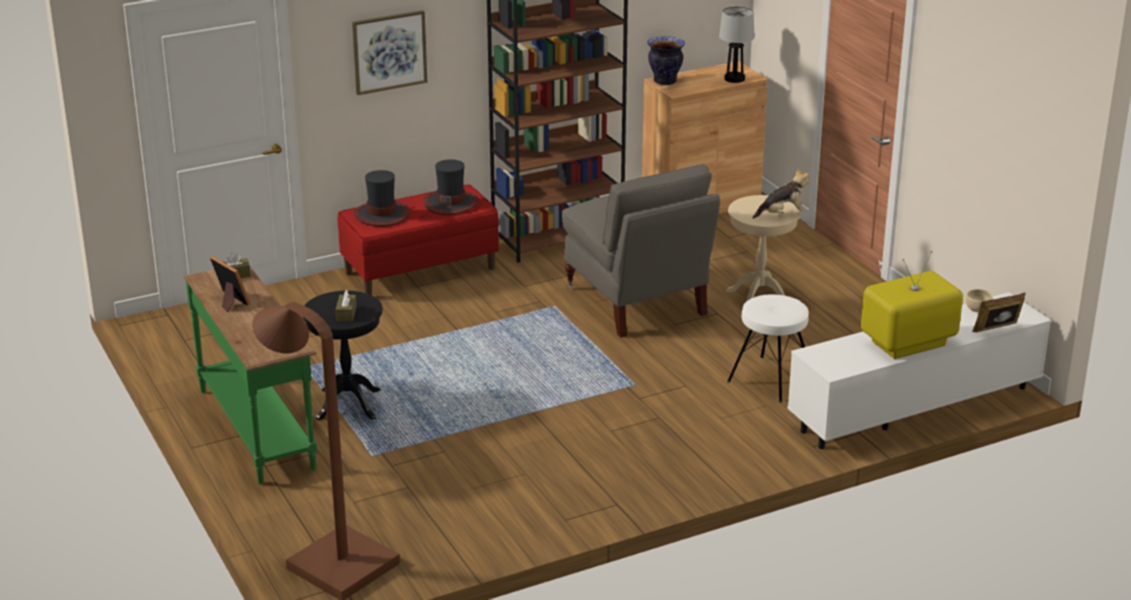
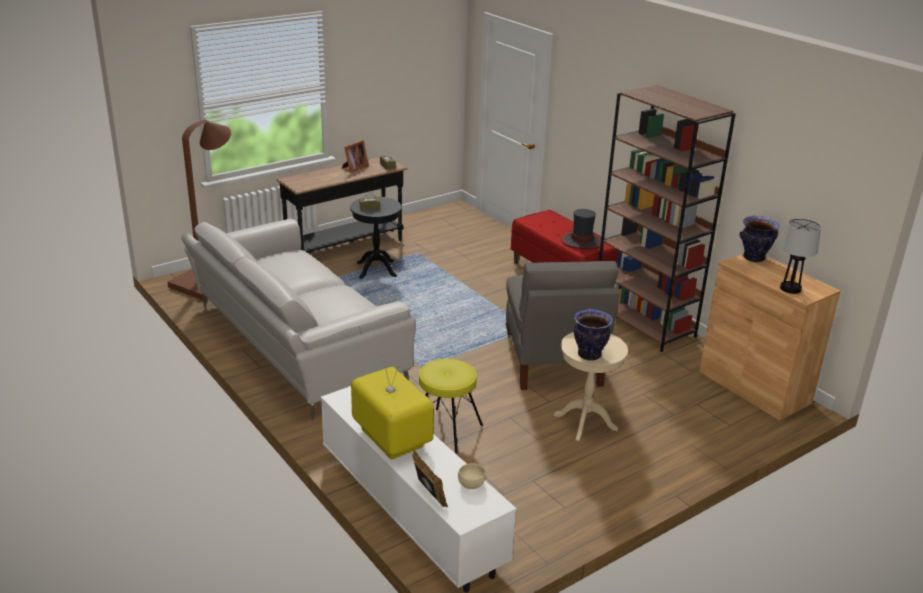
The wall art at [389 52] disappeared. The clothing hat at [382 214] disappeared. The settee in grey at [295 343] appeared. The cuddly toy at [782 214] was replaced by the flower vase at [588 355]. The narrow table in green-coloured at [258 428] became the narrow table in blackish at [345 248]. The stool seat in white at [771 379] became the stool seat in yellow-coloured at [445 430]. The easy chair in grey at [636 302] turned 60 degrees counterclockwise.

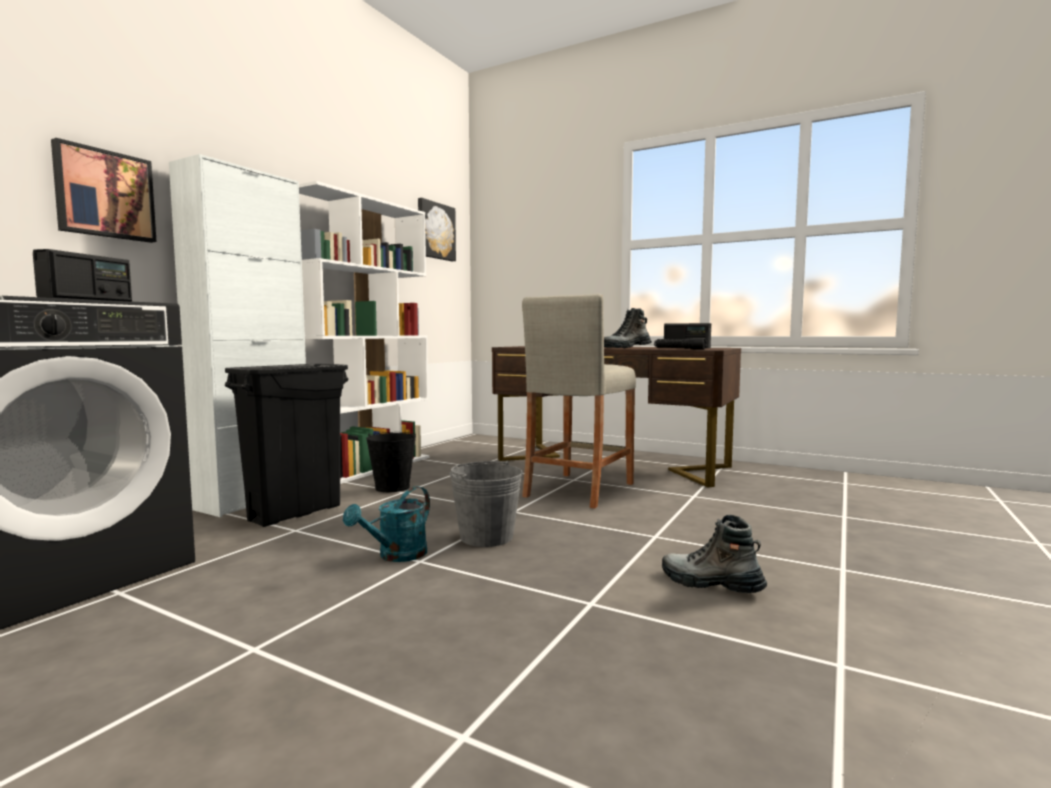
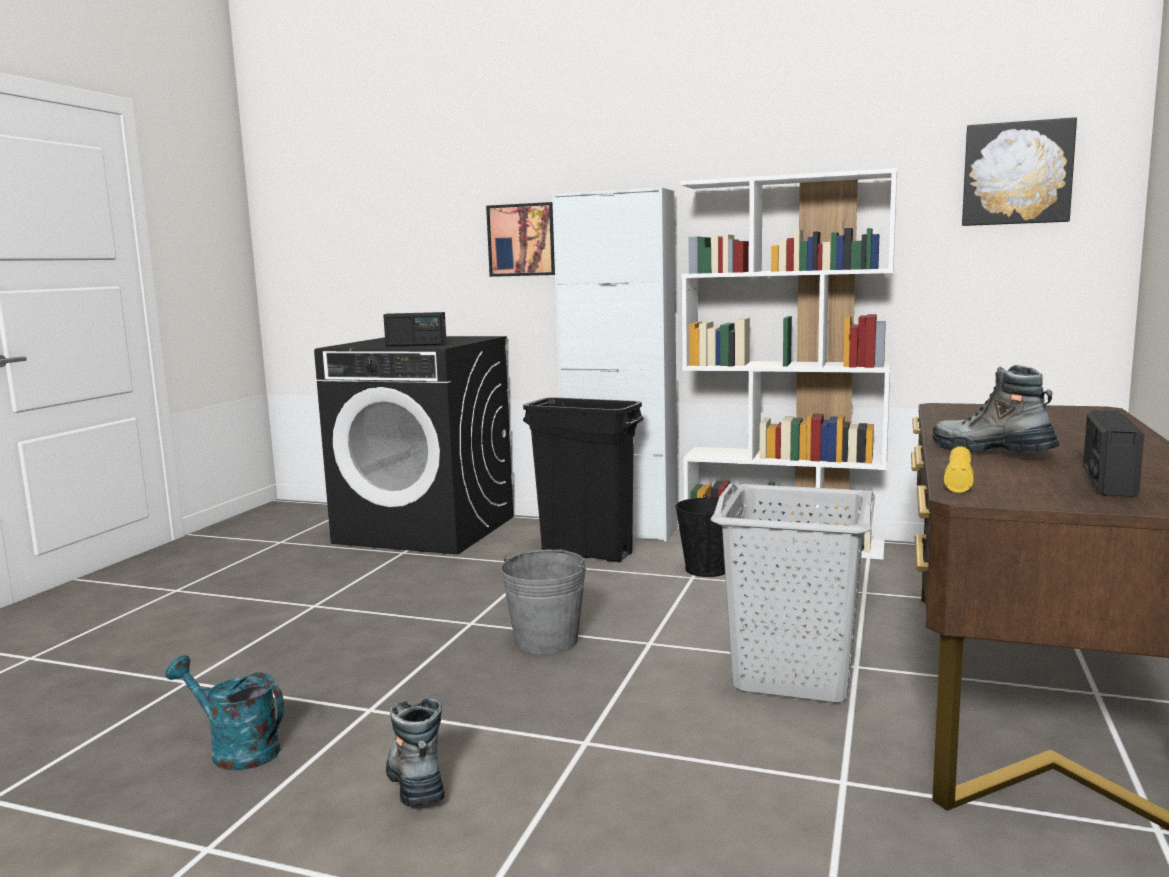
The watering pot in blue-green moved from [396 556] to [235 750]. The stool seat in beige-coloured at [579 490] was replaced by the washing basket in grey at [792 675]. The flashlight in blackish at [679 349] became the flashlight in yellow-coloured at [958 479]. The high-top boot at [710 584] turned 45 degrees counterclockwise.

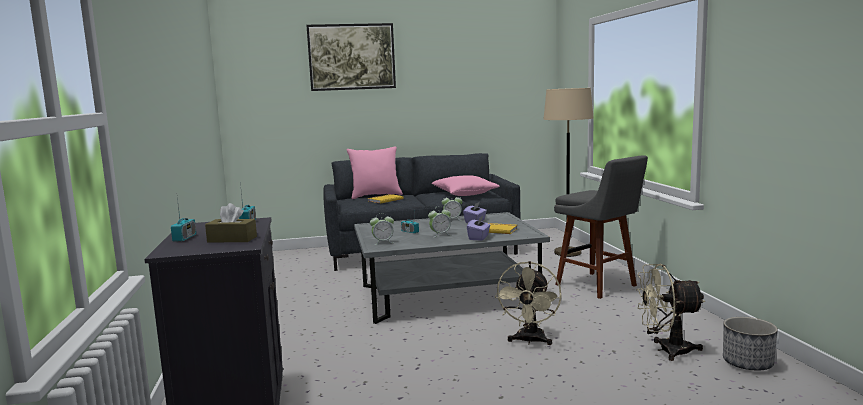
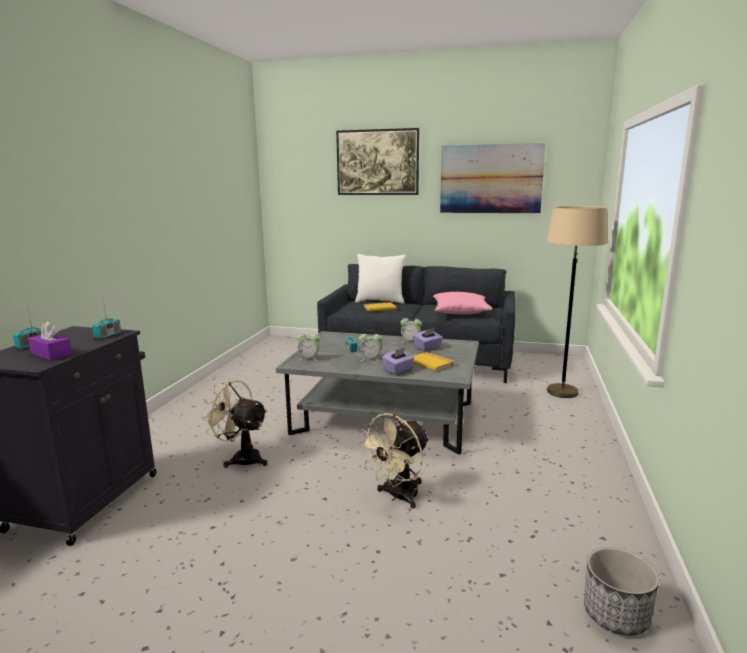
The stool seat in grey at [599 286] disappeared. The wall art at [490 179] appeared. The fan in beige-coloured moved from [666 350] to [241 458]. The box of tissues in brown-coloured at [232 239] became the box of tissues in purple at [51 354]. The cushion in pink at [375 196] became the cushion in white at [380 301].

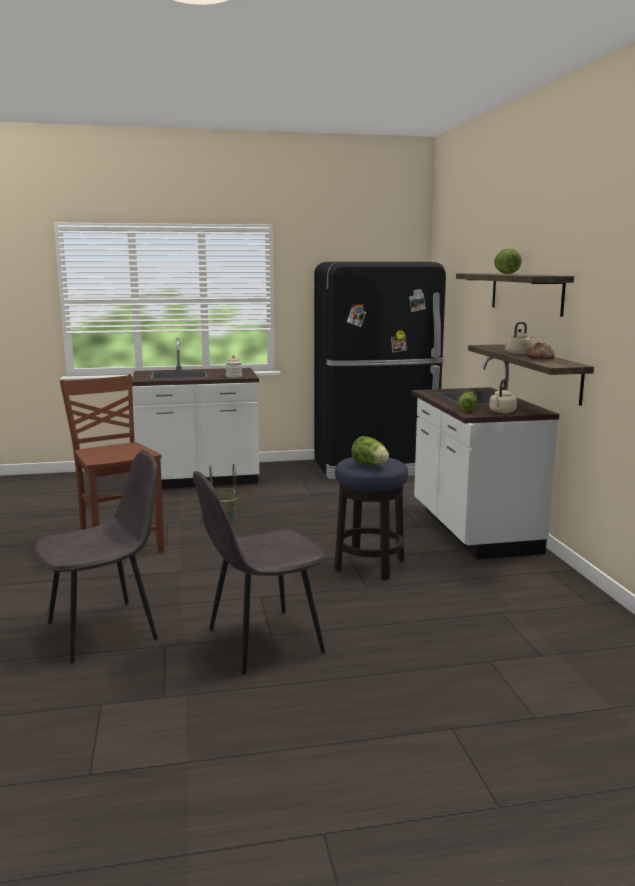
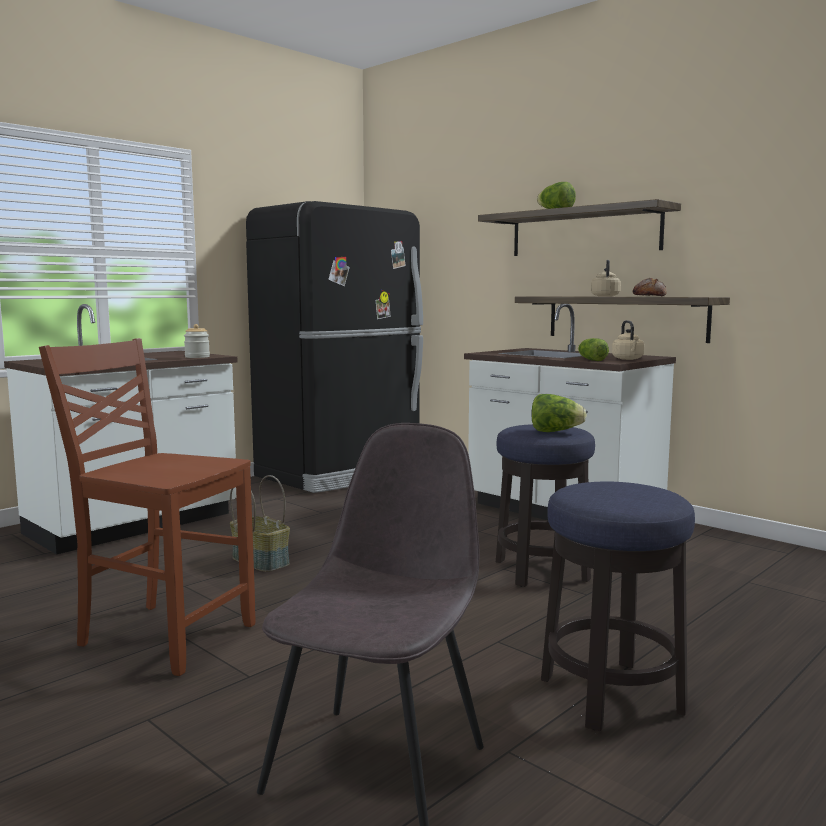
The plain chair in grey at [261 641] was replaced by the stool seat at [611 695].

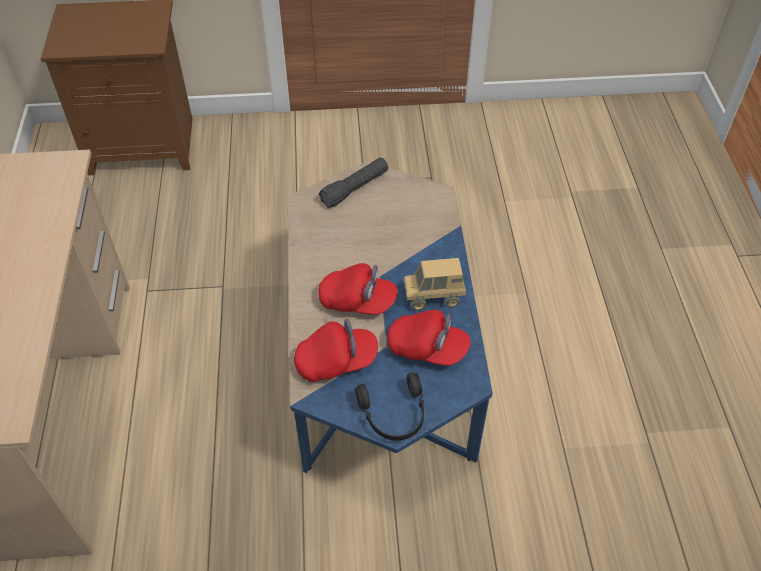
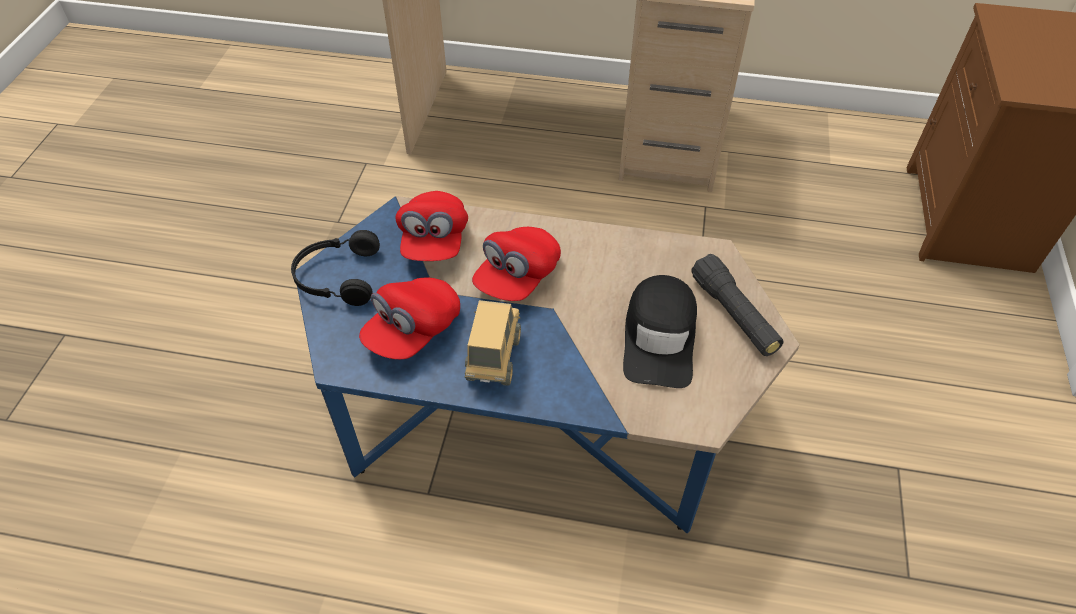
The peaked cap in blackish at [659 338] appeared.

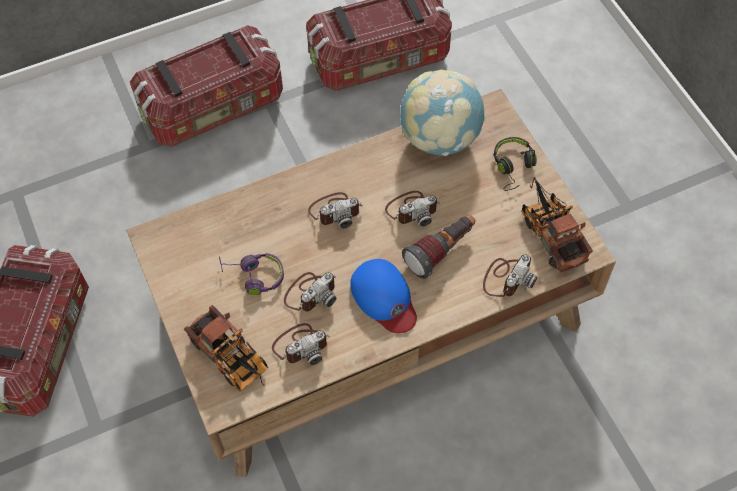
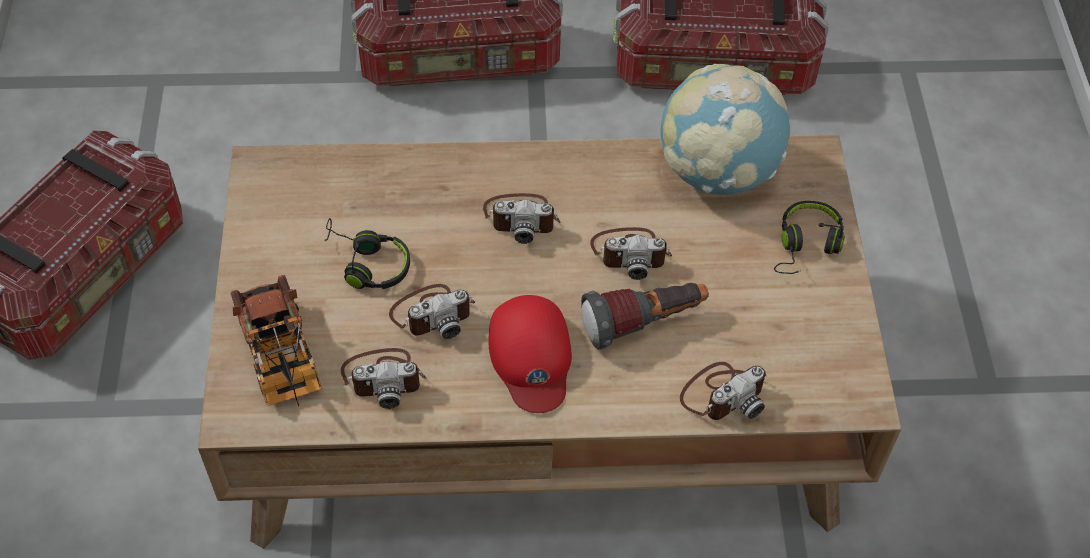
The toy truck at [551 233] disappeared. The headset in purple at [253 276] became the headset in blackish at [366 263]. The peaked cap in blue at [384 298] became the peaked cap in reddish at [531 356].

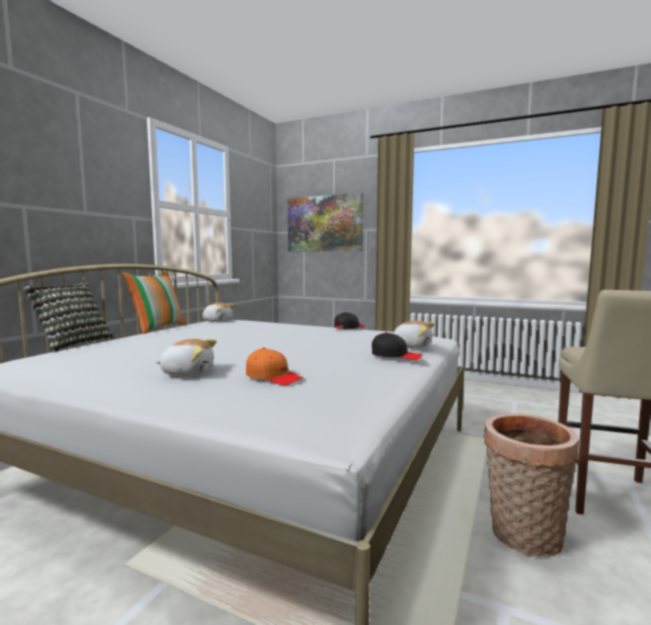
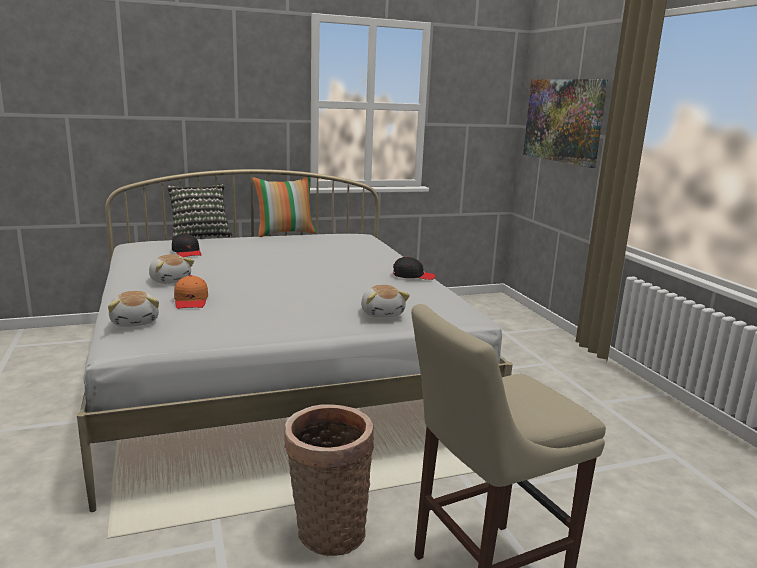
The cuddly toy moved from [217 321] to [135 322]. The peaked cap in blackish moved from [395 356] to [187 252].

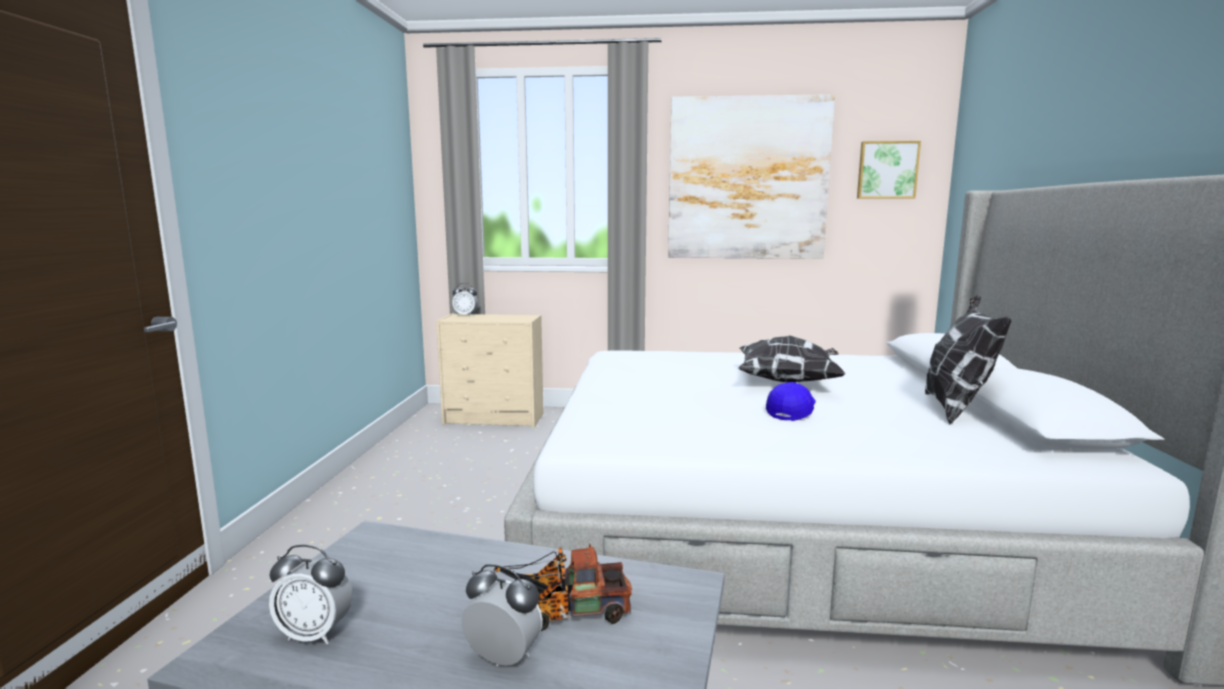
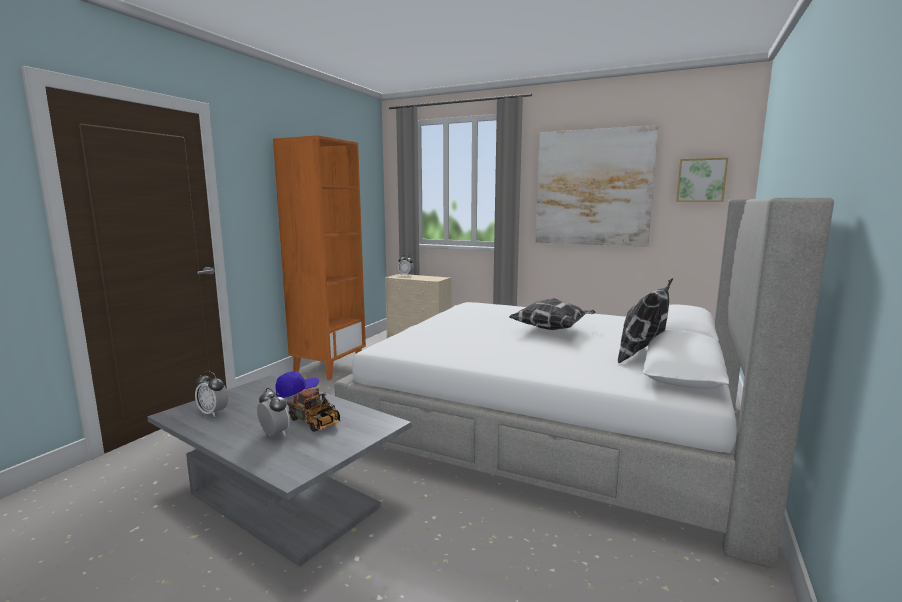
The shelving unit in orange-coloured at [329 367] appeared. The peaked cap in blue moved from [791 412] to [297 391]. The toy truck at [562 613] turned 150 degrees counterclockwise.

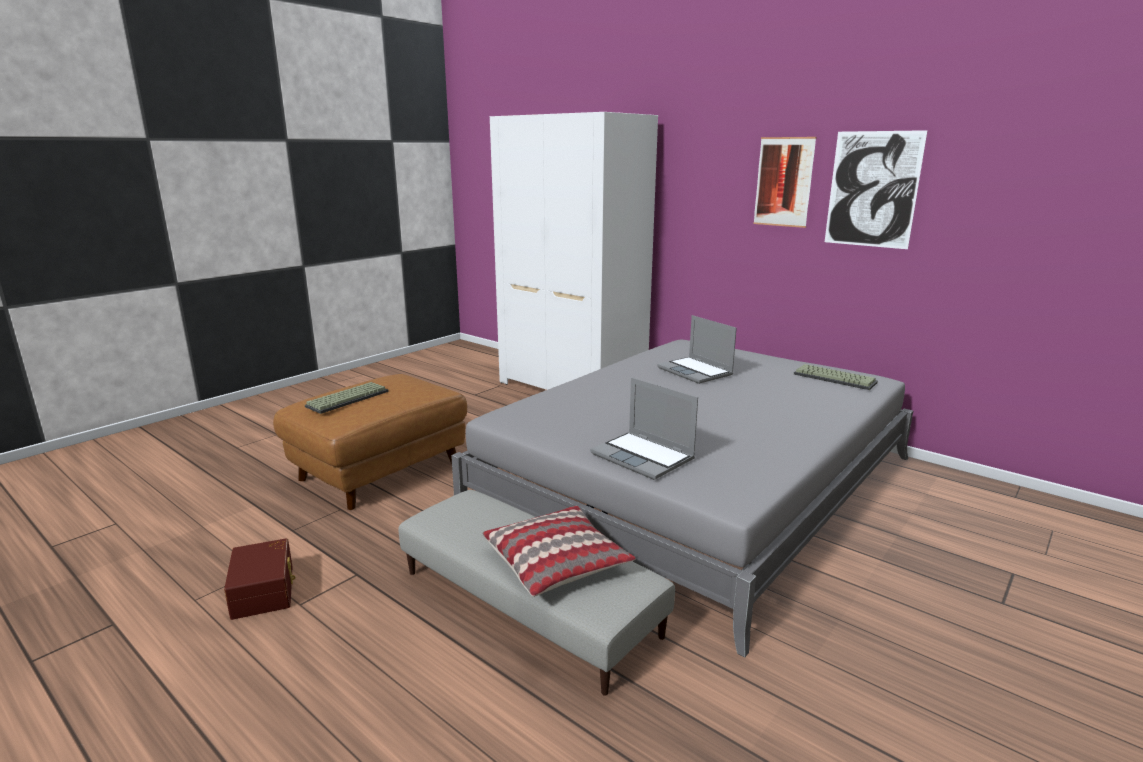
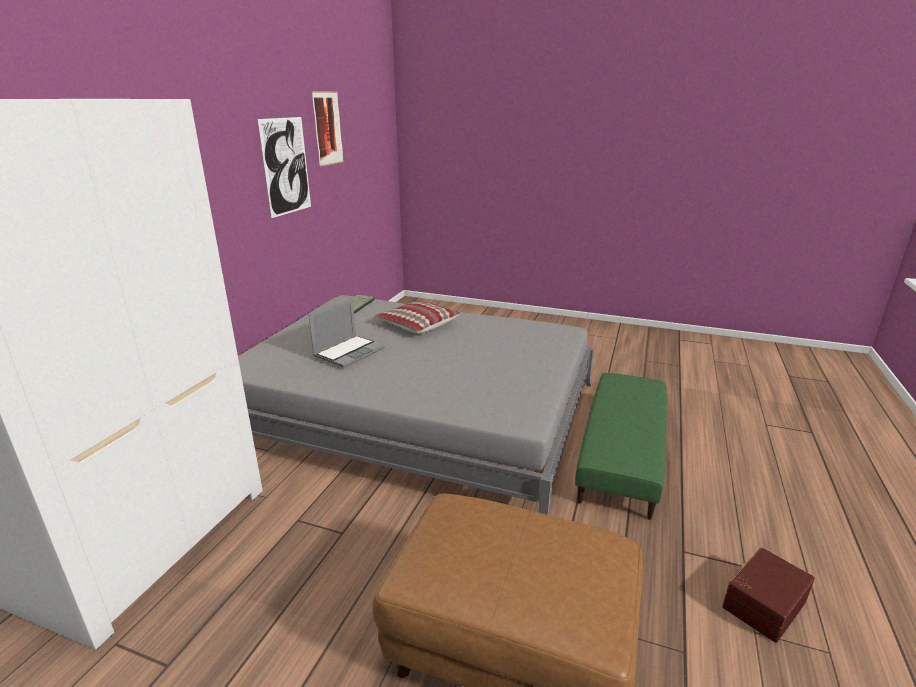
The PC keyboard at [347 398] disappeared. The portable computer at [644 457] disappeared. The cushion moved from [556 562] to [417 325]. The wall art moved from [783 182] to [327 128]. The pouffe in grey at [528 603] became the pouffe in green-coloured at [621 453].

